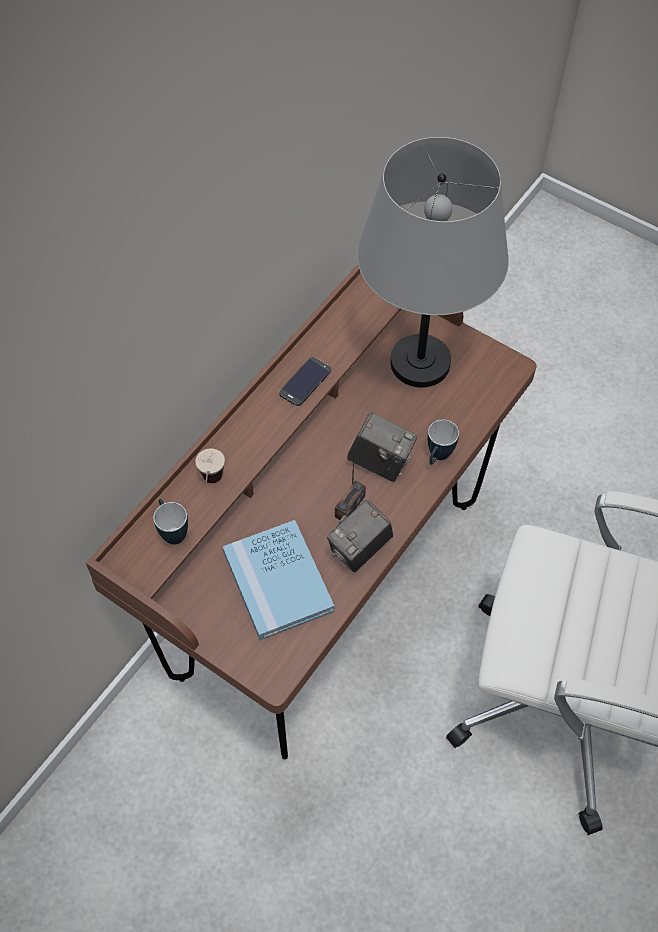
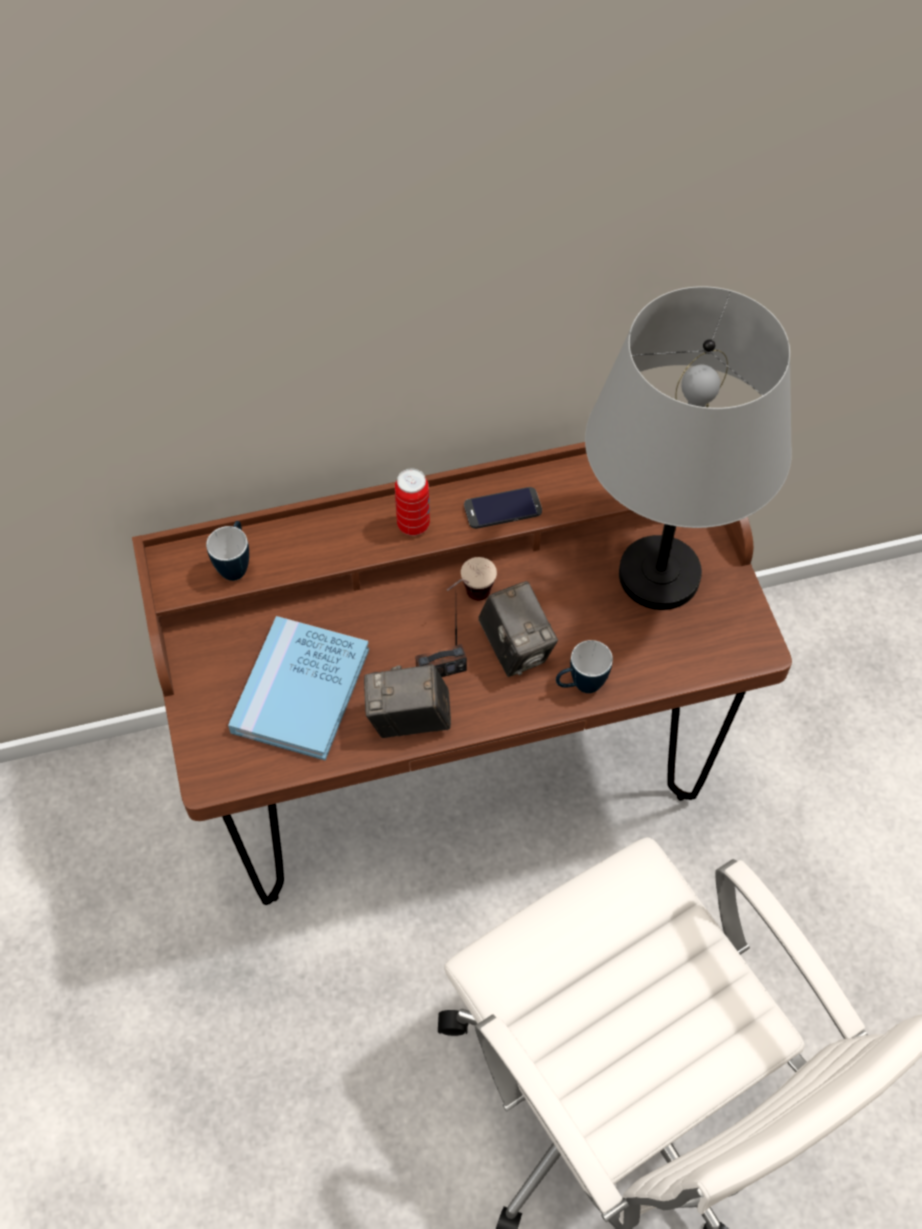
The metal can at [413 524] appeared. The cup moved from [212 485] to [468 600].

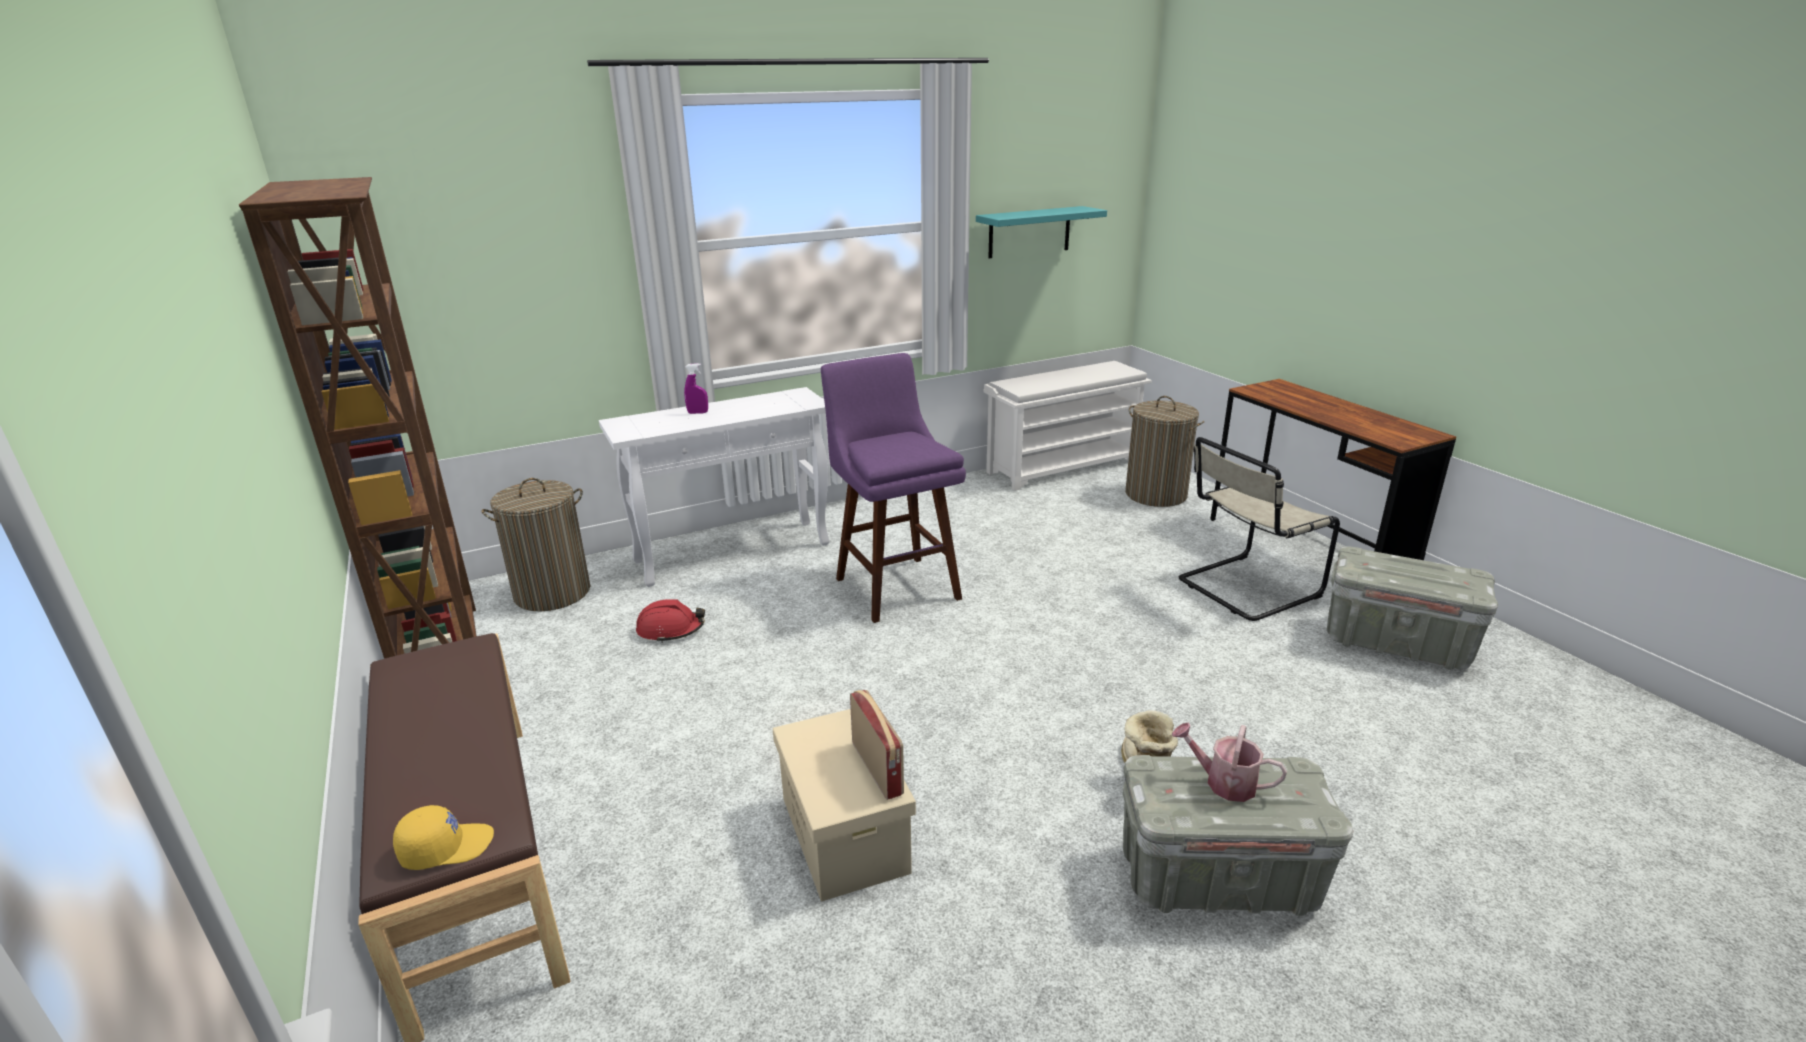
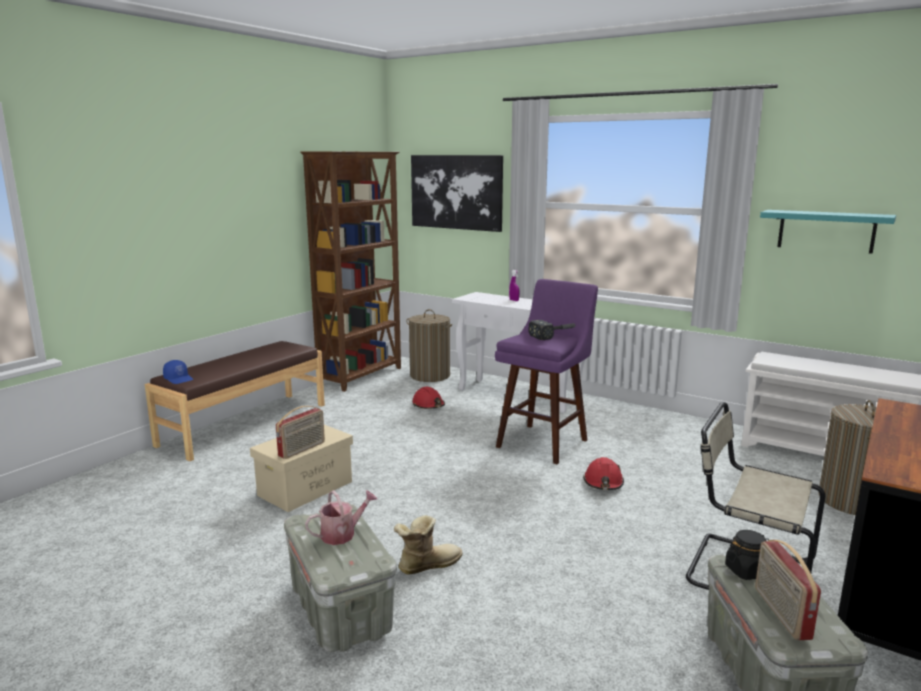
The wall art at [456 192] appeared. The hand hammer at [557 334] appeared. The safety helmet in reddish at [603 483] appeared. The jar in blackish at [746 571] appeared. The radio set at [780 613] appeared. The peaked cap in yellow-coloured at [447 847] became the peaked cap in blue at [179 379]. The watering pot at [1223 782] turned 60 degrees clockwise.

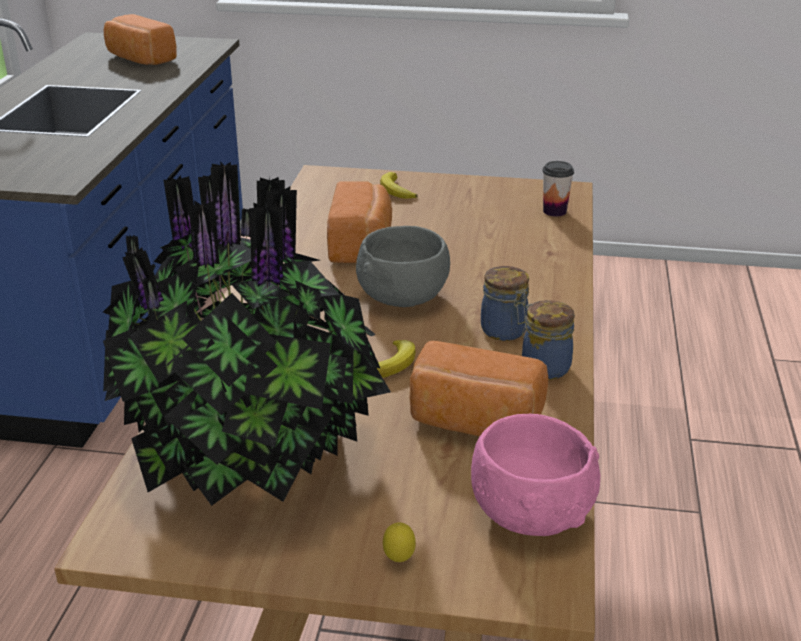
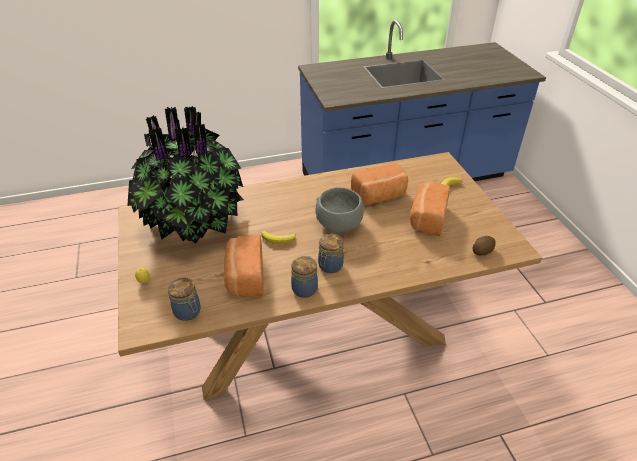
The bakery bread moved from [139 59] to [427 219]. The deep dish in pink at [531 510] was replaced by the jar at [188 312]. The cup at [554 211] was replaced by the spud at [482 251].

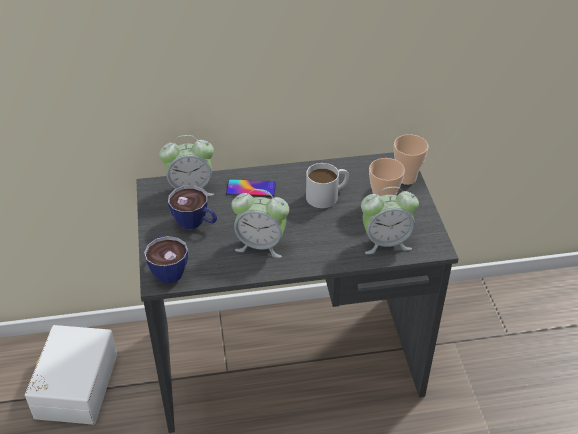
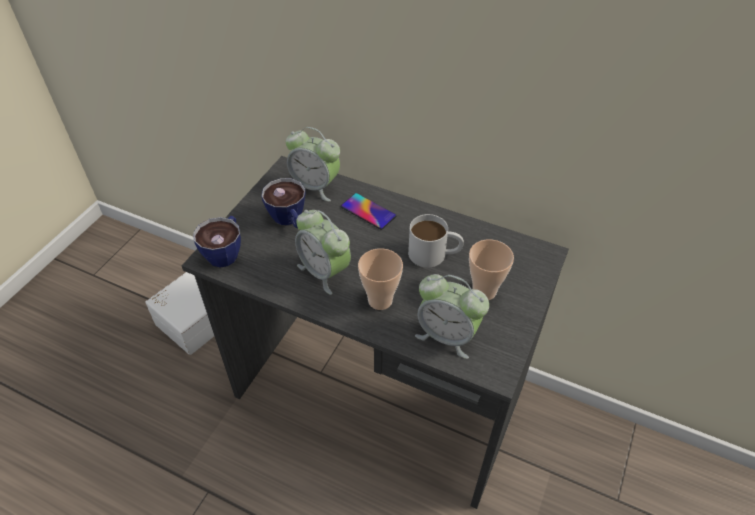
The cup moved from [406 178] to [380 300].

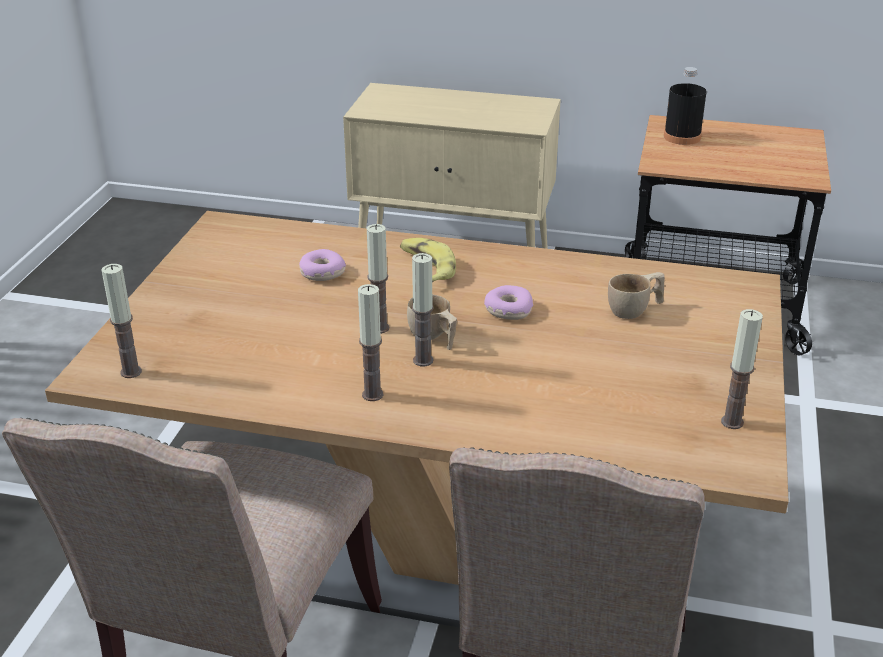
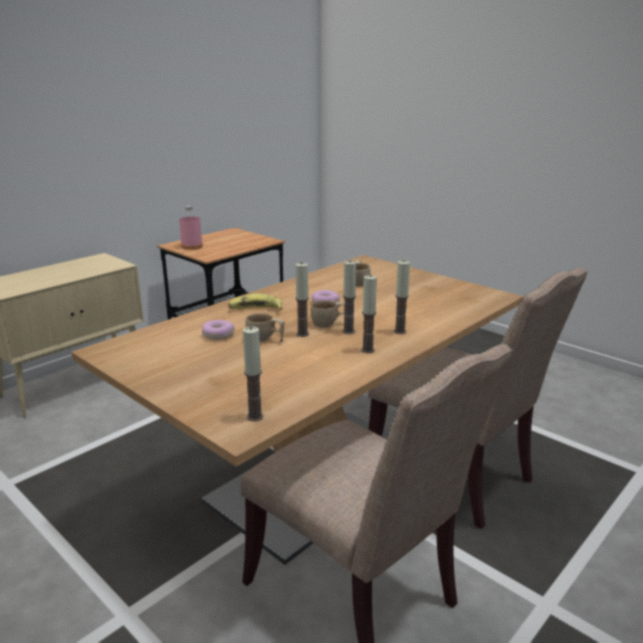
The cup in beige-coloured at [265 340] appeared. The wax candle moved from [732 422] to [399 331]. The bottle in blackish at [682 137] became the bottle in pink at [192 246].

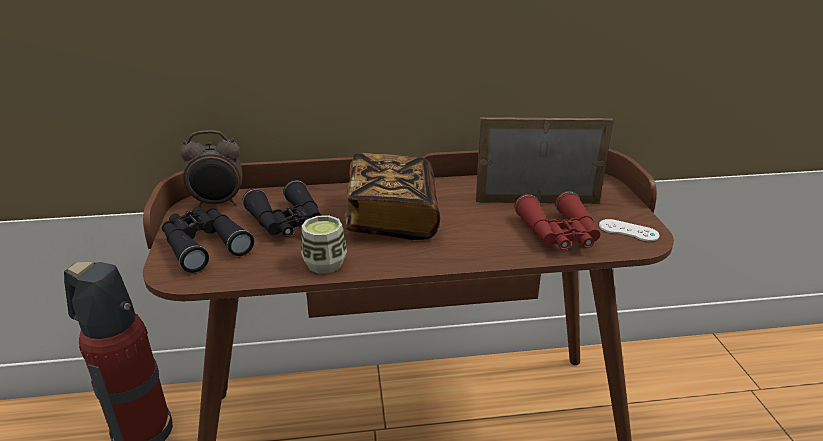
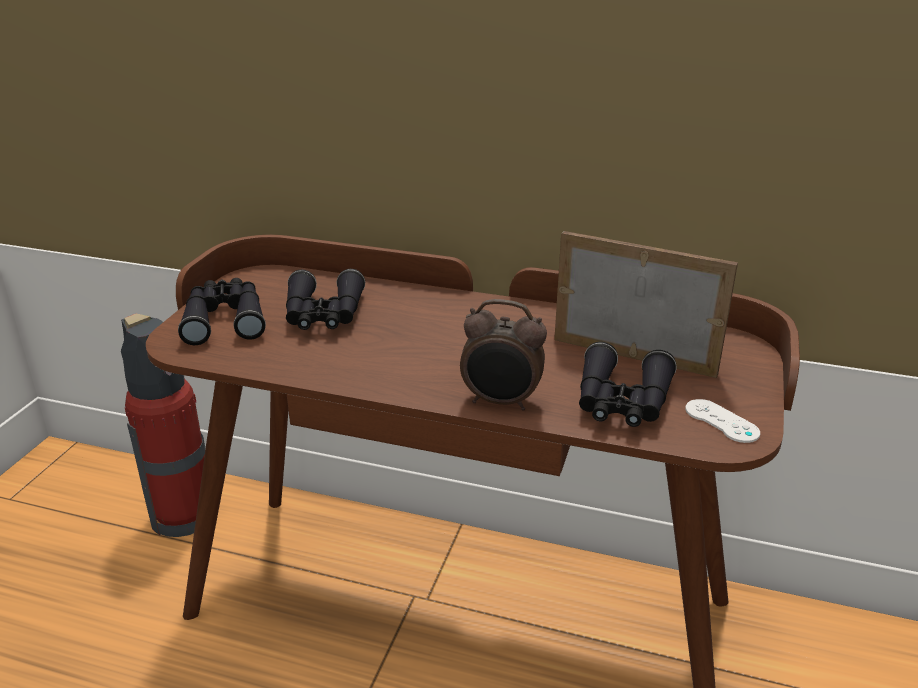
The cup at [325 264] disappeared. The book at [392 217] disappeared. The alarm clock moved from [218 203] to [501 402]. The binoculars in reddish at [559 234] became the binoculars in blackish at [622 402].

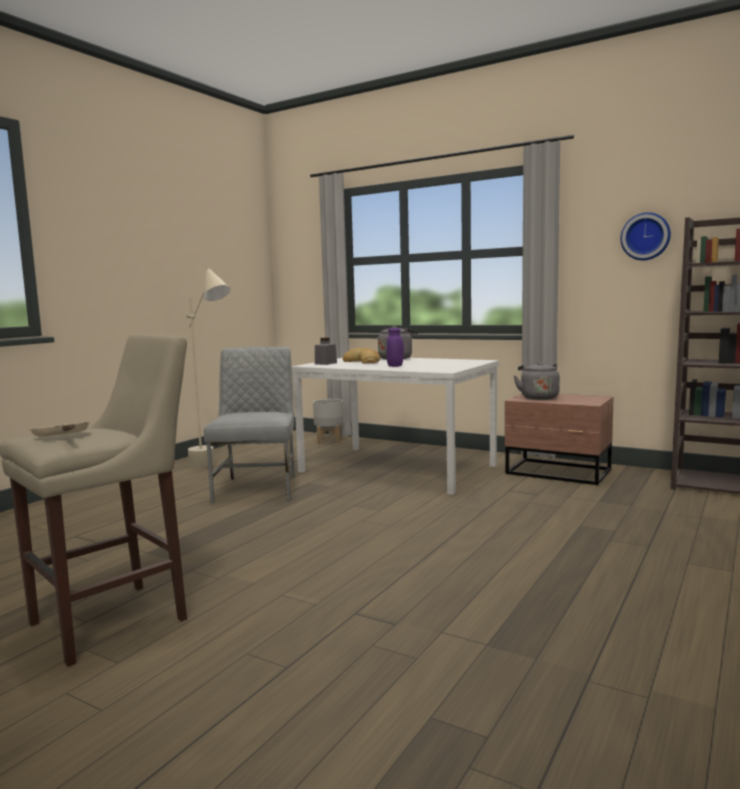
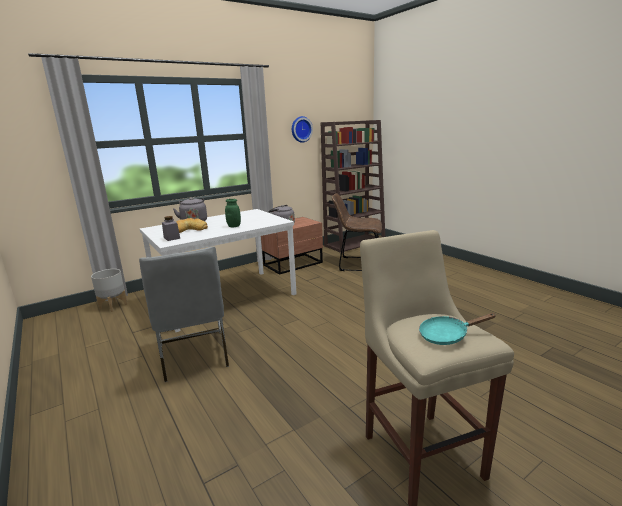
The standing lamp in beige-coloured at [214 468] disappeared. The plain chair in brown-coloured at [357 264] appeared. The frying pan in beige-coloured at [62 437] became the frying pan in blue-green at [447 336]. The jar in purple at [395 366] became the jar in green-coloured at [234 226]. The plain chair in grey at [258 488] turned 135 degrees counterclockwise.

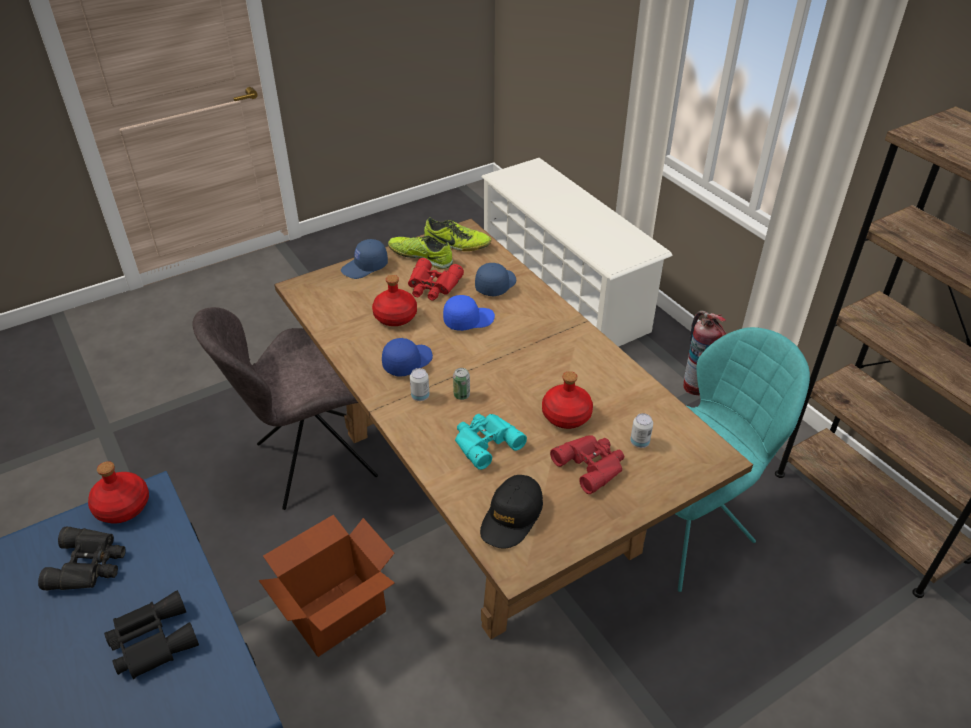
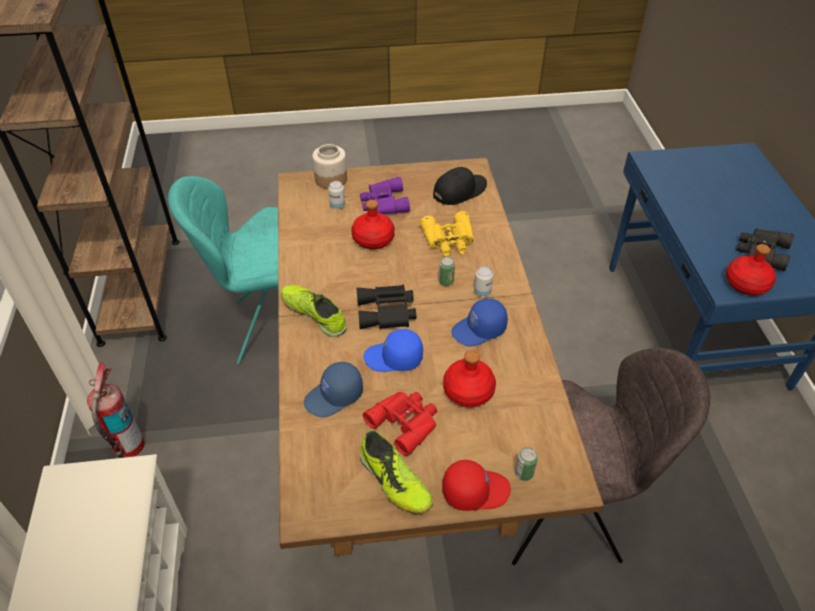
The cardboard box at [336 613] disappeared. The jar at [330 179] appeared. The metal can at [524 473] appeared. The binoculars in blackish moved from [151 640] to [387 313]. The shoe moved from [457 245] to [314 314]. The peaked cap in blue at [365 267] became the peaked cap in reddish at [475 490]. The binoculars in blue-green at [484 442] became the binoculars in yellow-coloured at [449 240]. The binoculars in reddish at [591 465] became the binoculars in purple at [383 203].

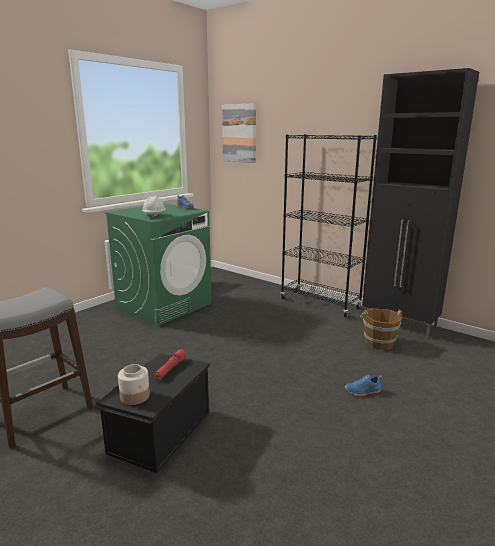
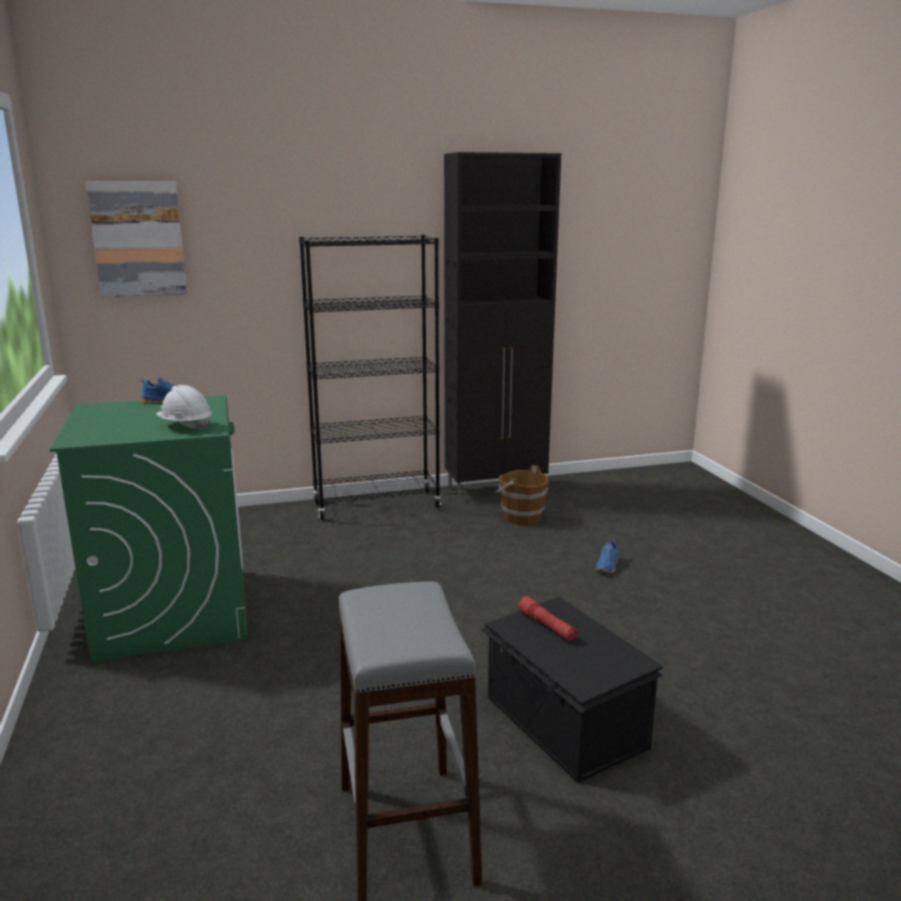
The jar at [135 396] disappeared.

